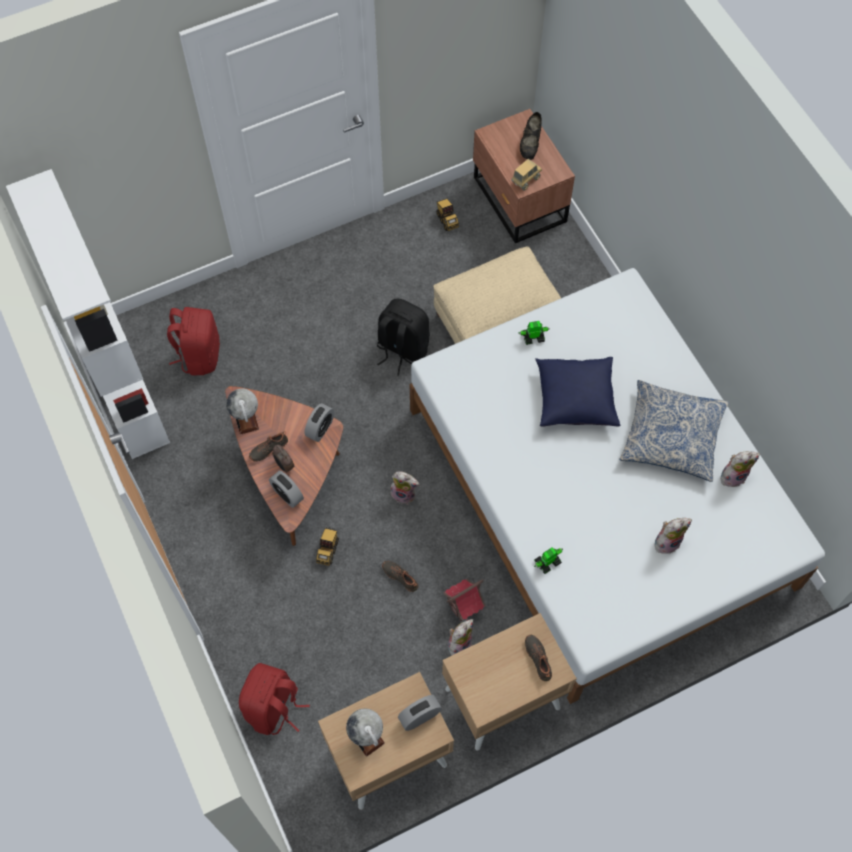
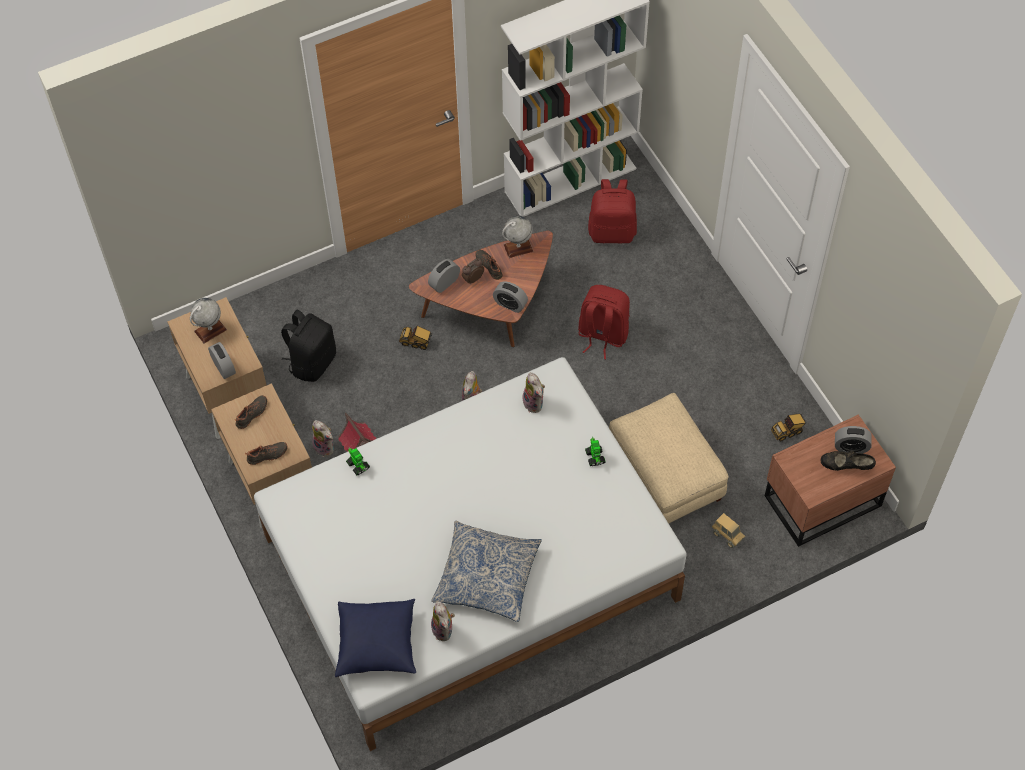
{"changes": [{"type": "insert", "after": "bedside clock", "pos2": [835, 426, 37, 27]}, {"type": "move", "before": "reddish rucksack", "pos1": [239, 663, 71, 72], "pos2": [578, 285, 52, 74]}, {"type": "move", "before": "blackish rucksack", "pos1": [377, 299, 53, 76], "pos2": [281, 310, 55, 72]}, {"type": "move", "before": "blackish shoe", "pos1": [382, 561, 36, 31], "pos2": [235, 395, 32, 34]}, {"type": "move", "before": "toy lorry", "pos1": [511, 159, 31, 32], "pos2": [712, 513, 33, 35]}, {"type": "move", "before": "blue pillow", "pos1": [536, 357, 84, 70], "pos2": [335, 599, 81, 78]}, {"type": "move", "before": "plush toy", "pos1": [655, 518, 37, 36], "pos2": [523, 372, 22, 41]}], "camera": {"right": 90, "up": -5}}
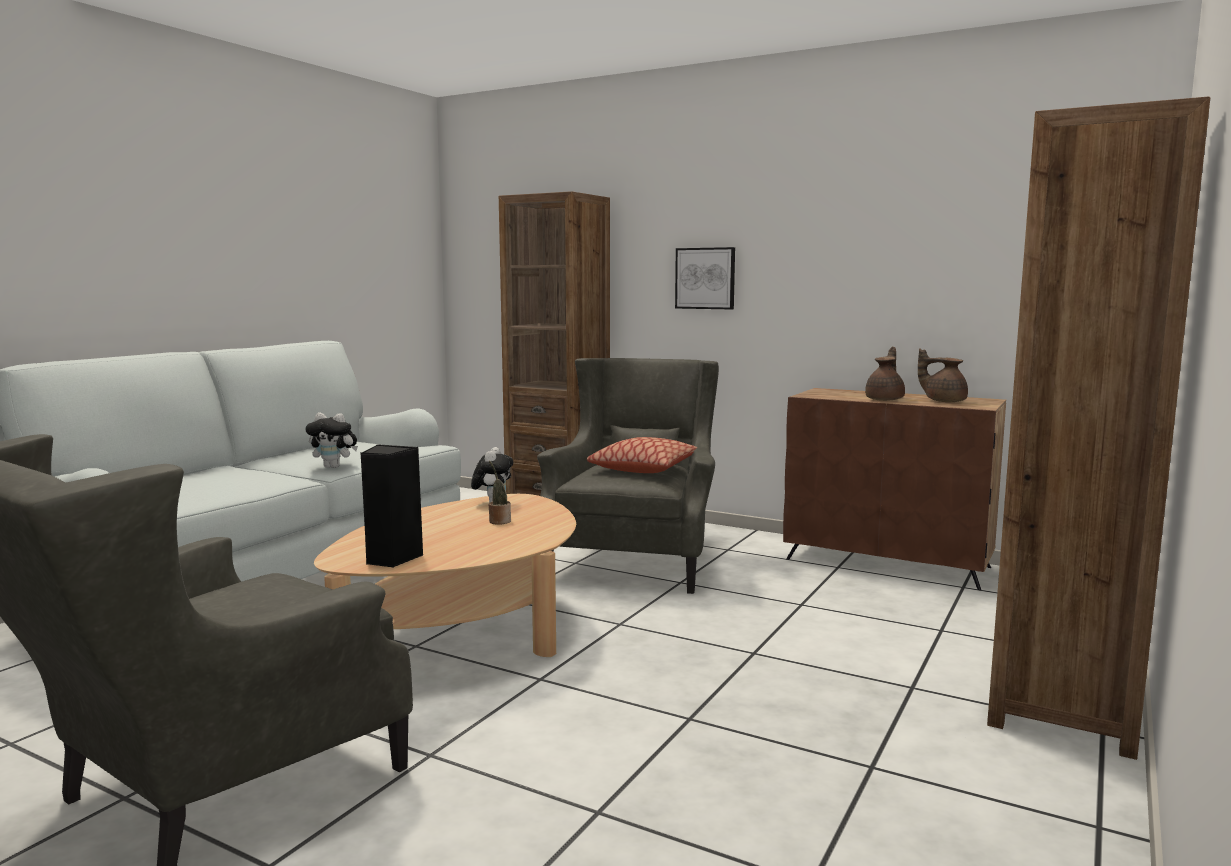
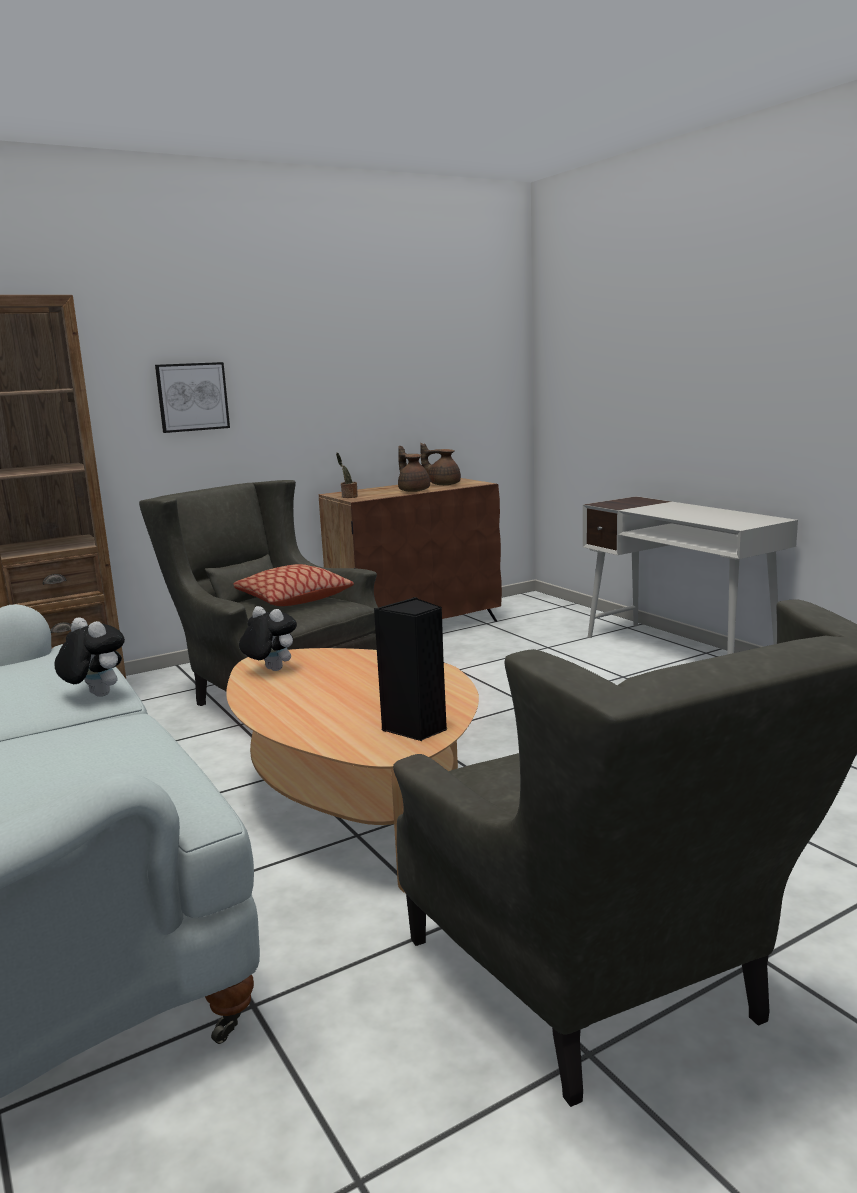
{"changes": [{"type": "move", "before": "plant in a pot", "pos1": [488, 461, 23, 64], "pos2": [336, 452, 22, 46]}, {"type": "replace", "before": "brown bookcase", "after": "white desk", "pos1": [987, 97, 223, 663], "pos2": [583, 496, 215, 159]}, {"type": "rotate", "before": "plush toy", "pos1": [306, 413, 52, 55], "pos2": [55, 617, 70, 80], "turn": -90}, {"type": "rotate", "before": "brown teapot", "pos1": [918, 348, 50, 54], "pos2": [420, 443, 41, 42], "turn": 45}], "camera": {"right": -60, "up": 5}}
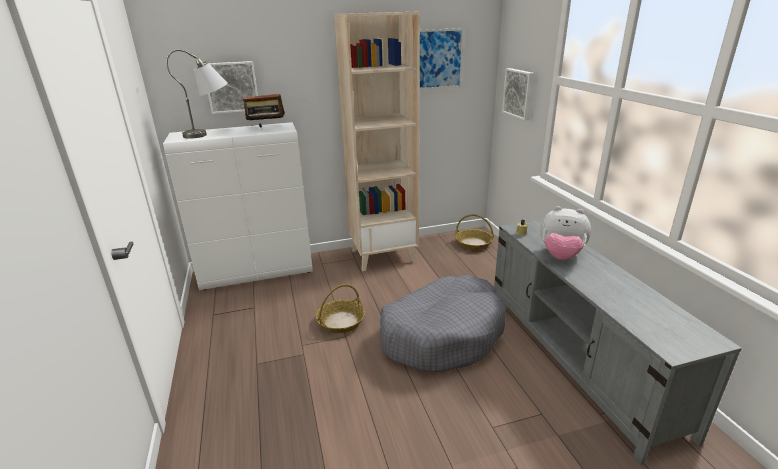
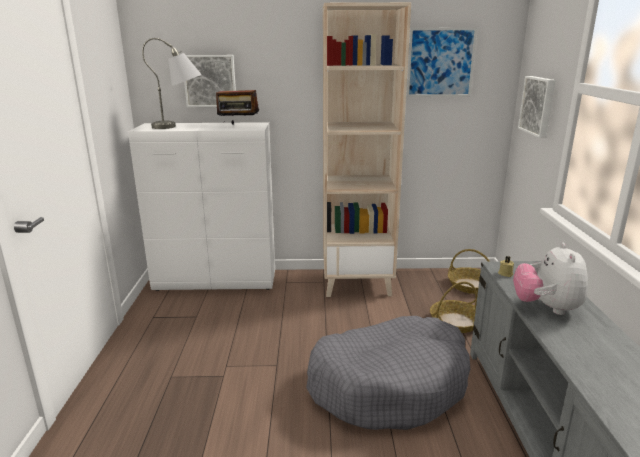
{"changes": [{"type": "move", "before": "household basket", "pos1": [315, 284, 50, 50], "pos2": [430, 282, 47, 51]}, {"type": "rotate", "before": "plush toy", "pos1": [540, 206, 51, 54], "pos2": [513, 243, 75, 72], "turn": 60}], "camera": {"right": 15, "up": -5}}
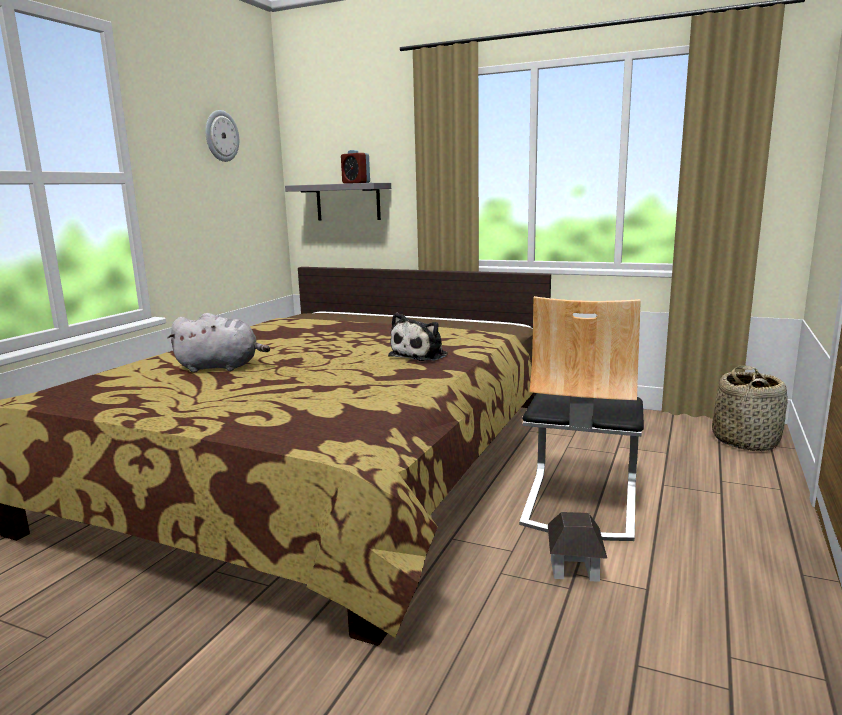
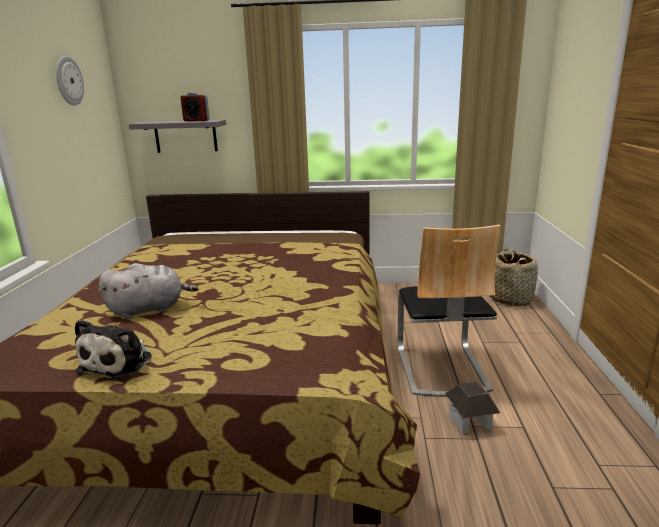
{"changes": [{"type": "move", "before": "plush toy", "pos1": [388, 313, 60, 48], "pos2": [75, 320, 77, 59]}], "camera": {"right": -20, "up": 5}}
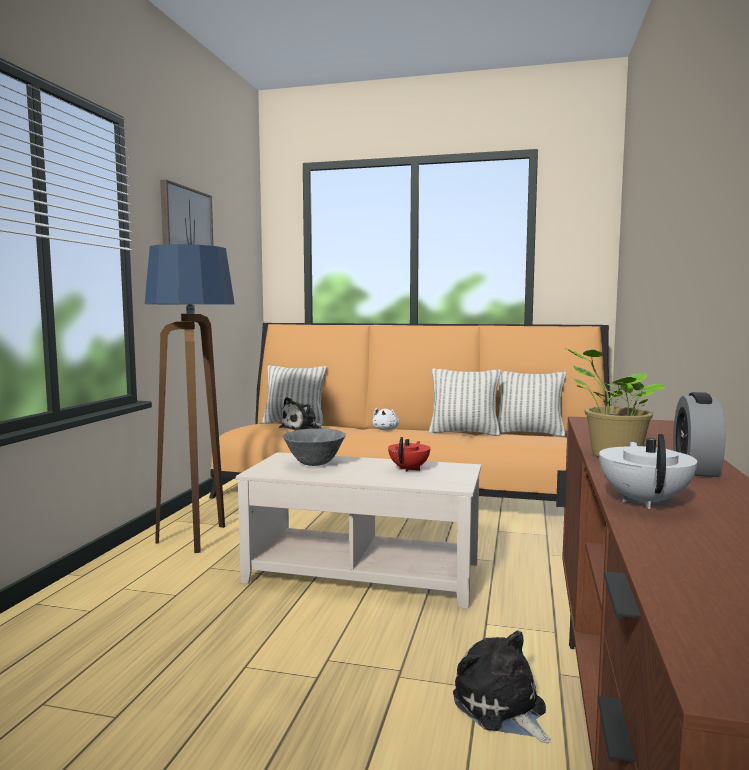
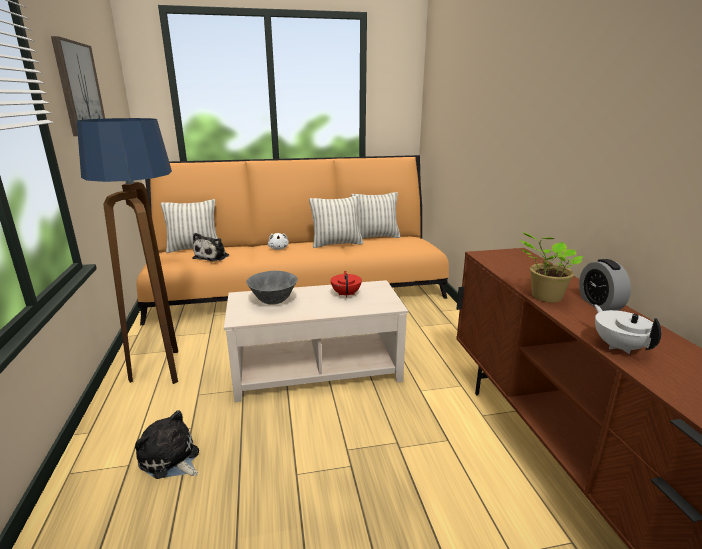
{"changes": [{"type": "move", "before": "plush toy", "pos1": [453, 631, 98, 112], "pos2": [135, 410, 64, 69]}], "camera": {"right": -25, "up": 15}}
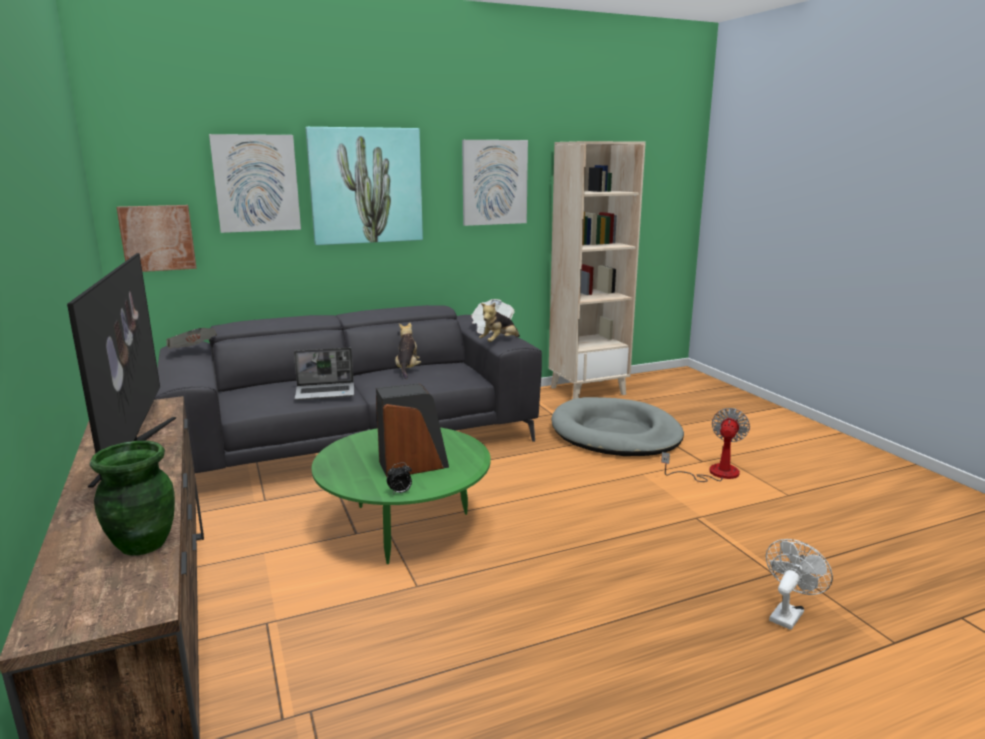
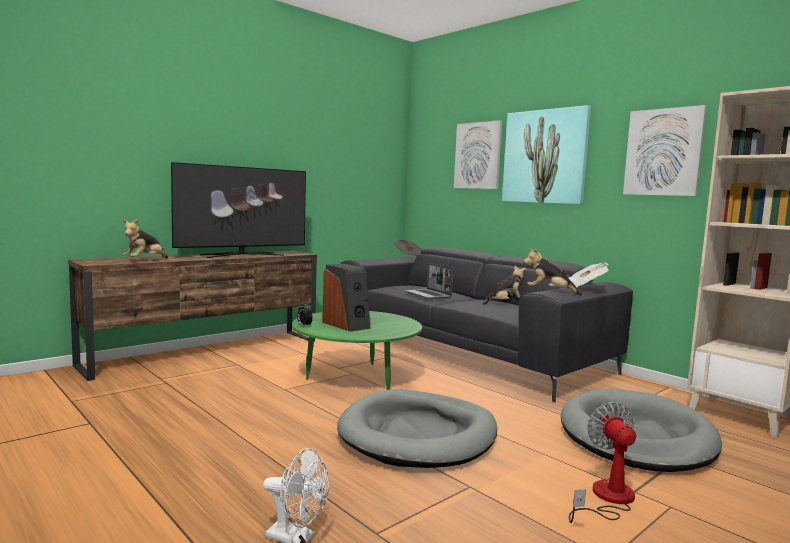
{"changes": [{"type": "delete", "before": "picture", "pos1": [116, 205, 81, 67]}, {"type": "insert", "after": "grey dog bed", "pos2": [337, 389, 160, 79]}, {"type": "replace", "before": "green vase", "after": "plush toy", "pos1": [90, 441, 85, 115], "pos2": [122, 219, 46, 39]}, {"type": "rotate", "before": "cooling fan", "pos1": [661, 408, 89, 74], "pos2": [569, 402, 67, 121], "turn": -105}], "camera": {"right": 70, "up": -10}}
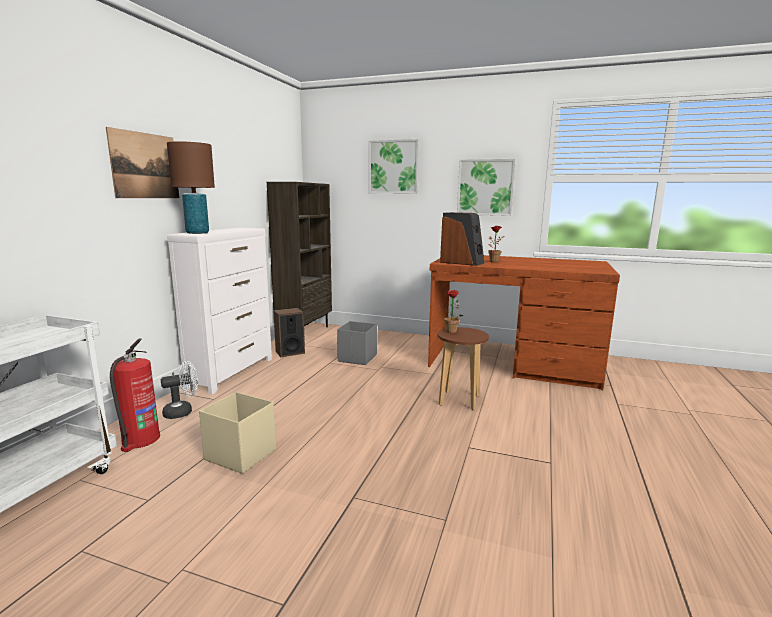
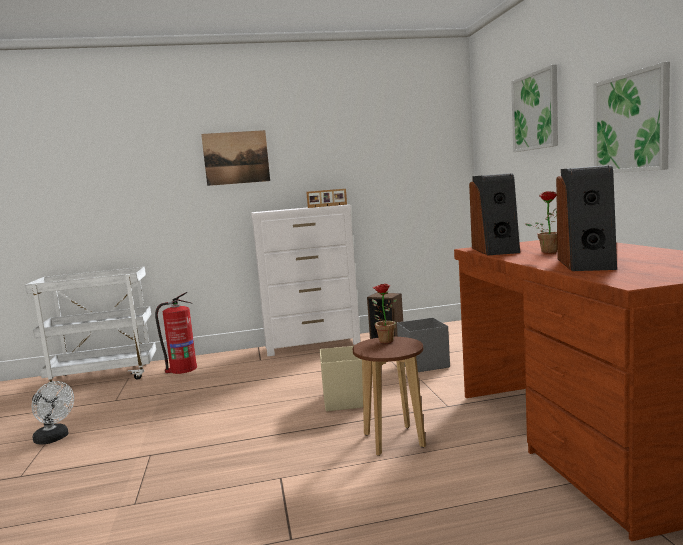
{"changes": [{"type": "delete", "before": "brown lamp for a table", "pos1": [167, 141, 48, 93]}, {"type": "delete", "before": "brown bookcase", "pos1": [267, 182, 65, 145]}, {"type": "insert", "after": "picture frame", "pos2": [306, 189, 41, 19]}, {"type": "insert", "after": "loudspeaker", "pos2": [556, 165, 61, 106]}, {"type": "move", "before": "white cooling fan", "pos1": [161, 361, 37, 58], "pos2": [32, 381, 42, 64]}, {"type": "move", "before": "beige-coloured storage bin", "pos1": [199, 392, 77, 82], "pos2": [319, 346, 44, 65]}], "camera": {"right": 60, "up": -5}}
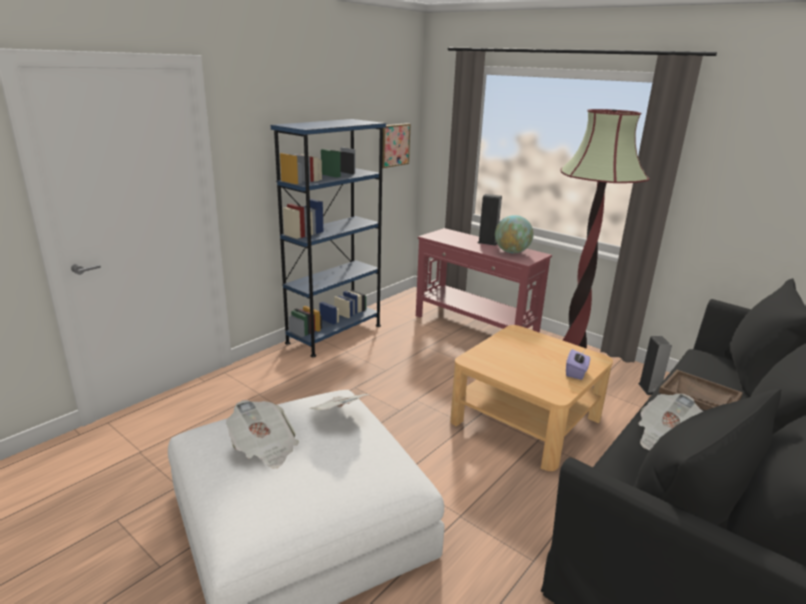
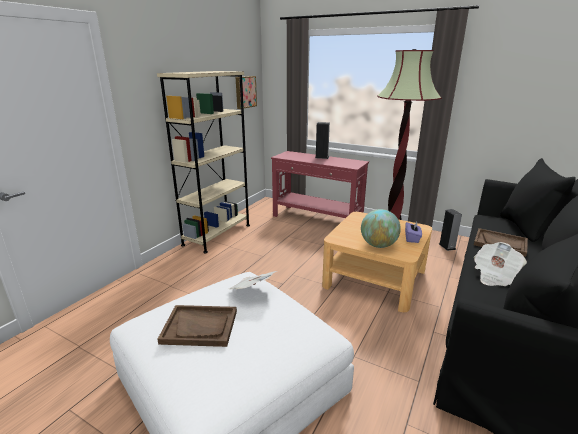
{"changes": [{"type": "move", "before": "globe", "pos1": [495, 215, 39, 38], "pos2": [361, 209, 40, 39]}, {"type": "replace", "before": "daily paper", "after": "brown serving tray", "pos1": [226, 400, 73, 69], "pos2": [157, 305, 80, 42]}, {"type": "recolor", "before": "blue bookcase", "after": "beige-coloured bookcase", "pos1": [271, 119, 115, 238], "pos2": [157, 71, 93, 182]}], "camera": {"right": -10, "up": 0}}
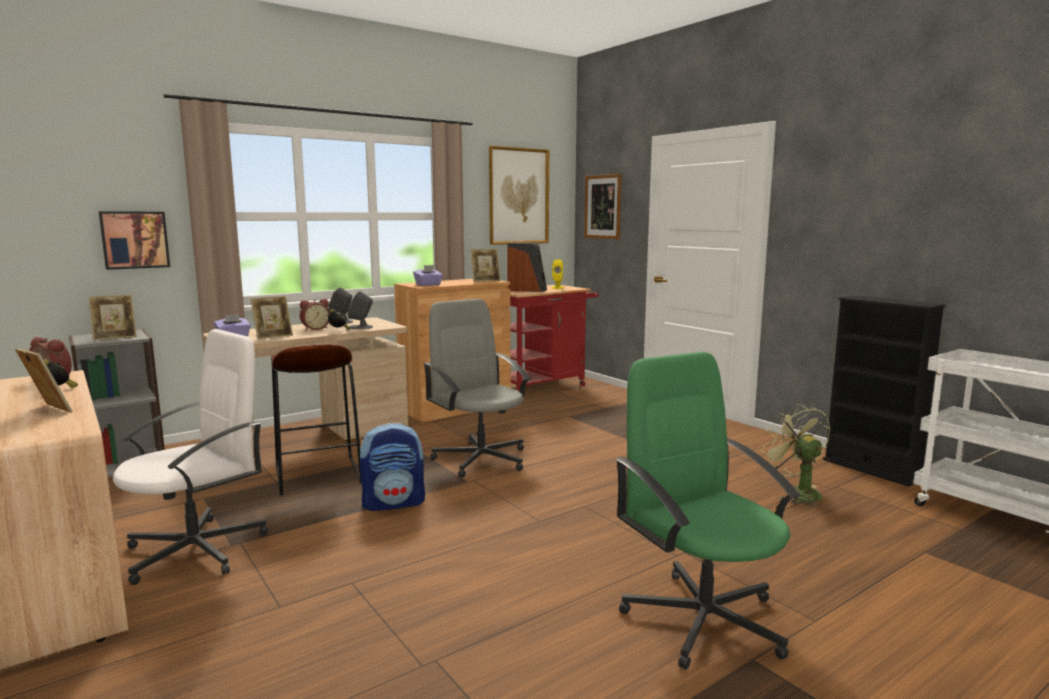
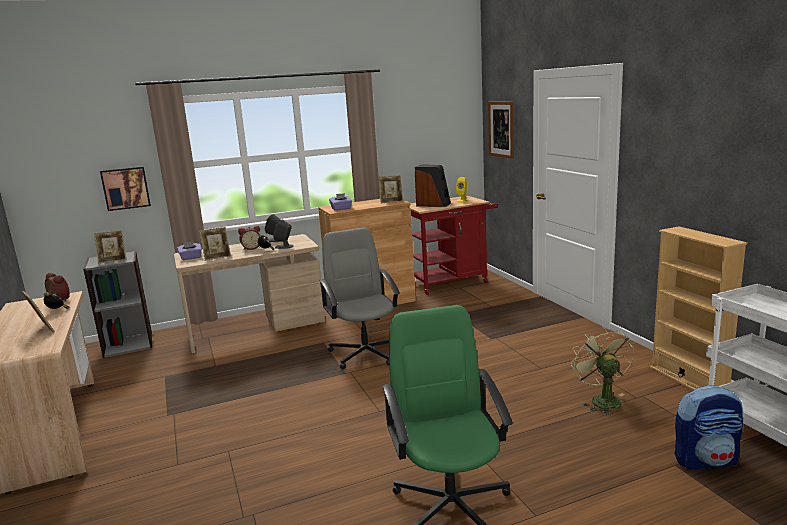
{"changes": [{"type": "delete", "before": "white office chair", "pos1": [113, 329, 155, 256]}, {"type": "delete", "before": "brown stool seat", "pos1": [271, 344, 91, 151]}, {"type": "delete", "before": "picture", "pos1": [489, 146, 60, 99]}, {"type": "move", "before": "rucksack", "pos1": [360, 423, 65, 88], "pos2": [675, 385, 68, 84]}, {"type": "recolor", "before": "blackish bookcase", "after": "beige-coloured bookcase", "pos1": [823, 295, 123, 192], "pos2": [650, 226, 97, 165]}], "camera": {"right": 15, "up": 5}}
